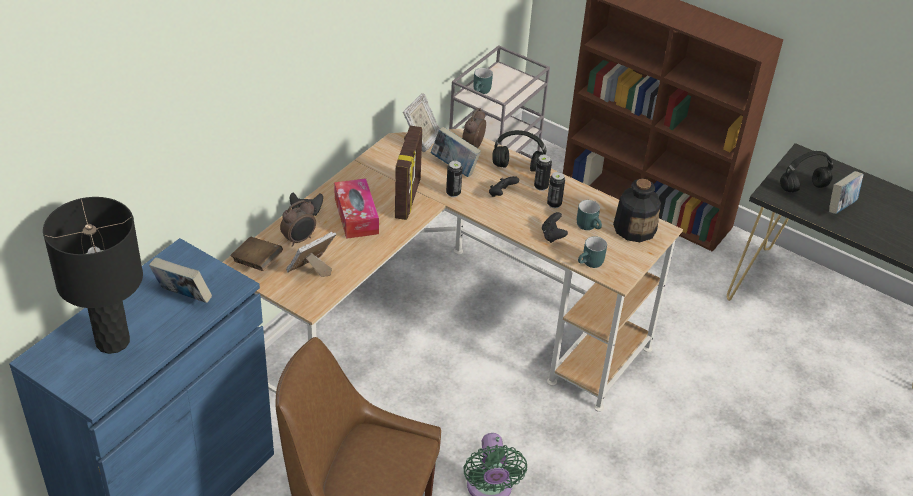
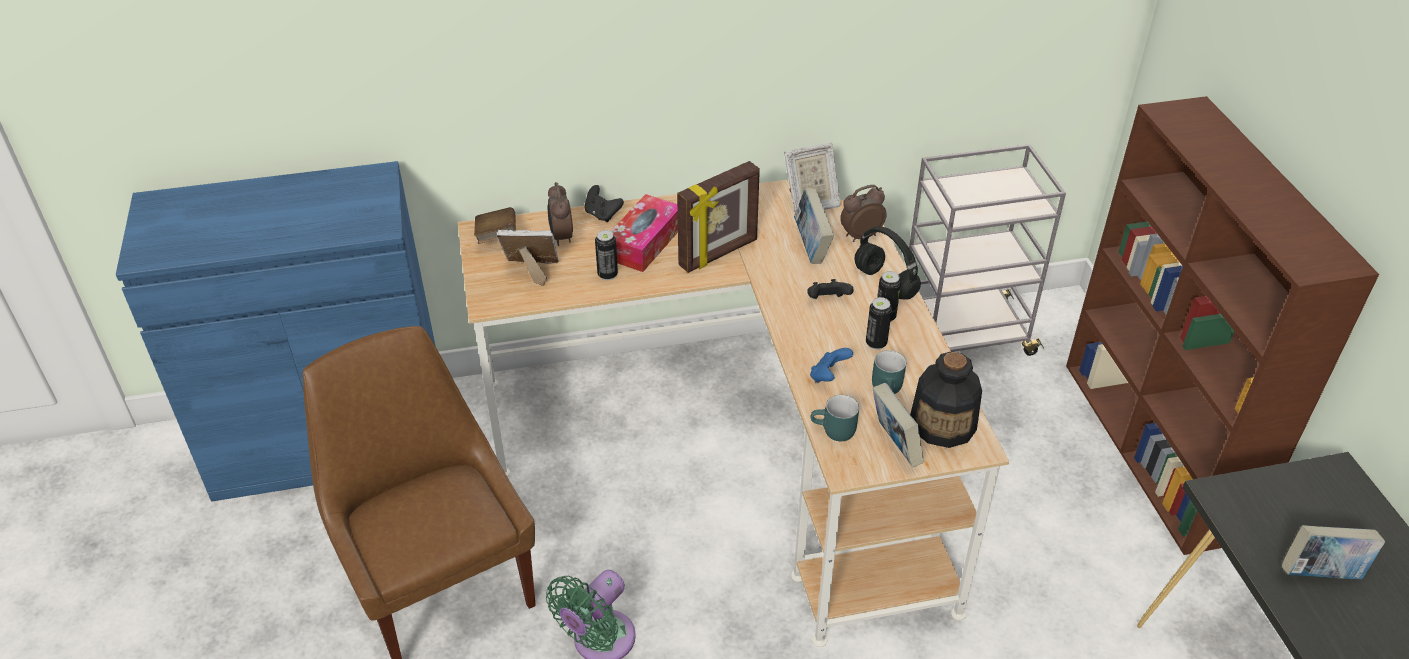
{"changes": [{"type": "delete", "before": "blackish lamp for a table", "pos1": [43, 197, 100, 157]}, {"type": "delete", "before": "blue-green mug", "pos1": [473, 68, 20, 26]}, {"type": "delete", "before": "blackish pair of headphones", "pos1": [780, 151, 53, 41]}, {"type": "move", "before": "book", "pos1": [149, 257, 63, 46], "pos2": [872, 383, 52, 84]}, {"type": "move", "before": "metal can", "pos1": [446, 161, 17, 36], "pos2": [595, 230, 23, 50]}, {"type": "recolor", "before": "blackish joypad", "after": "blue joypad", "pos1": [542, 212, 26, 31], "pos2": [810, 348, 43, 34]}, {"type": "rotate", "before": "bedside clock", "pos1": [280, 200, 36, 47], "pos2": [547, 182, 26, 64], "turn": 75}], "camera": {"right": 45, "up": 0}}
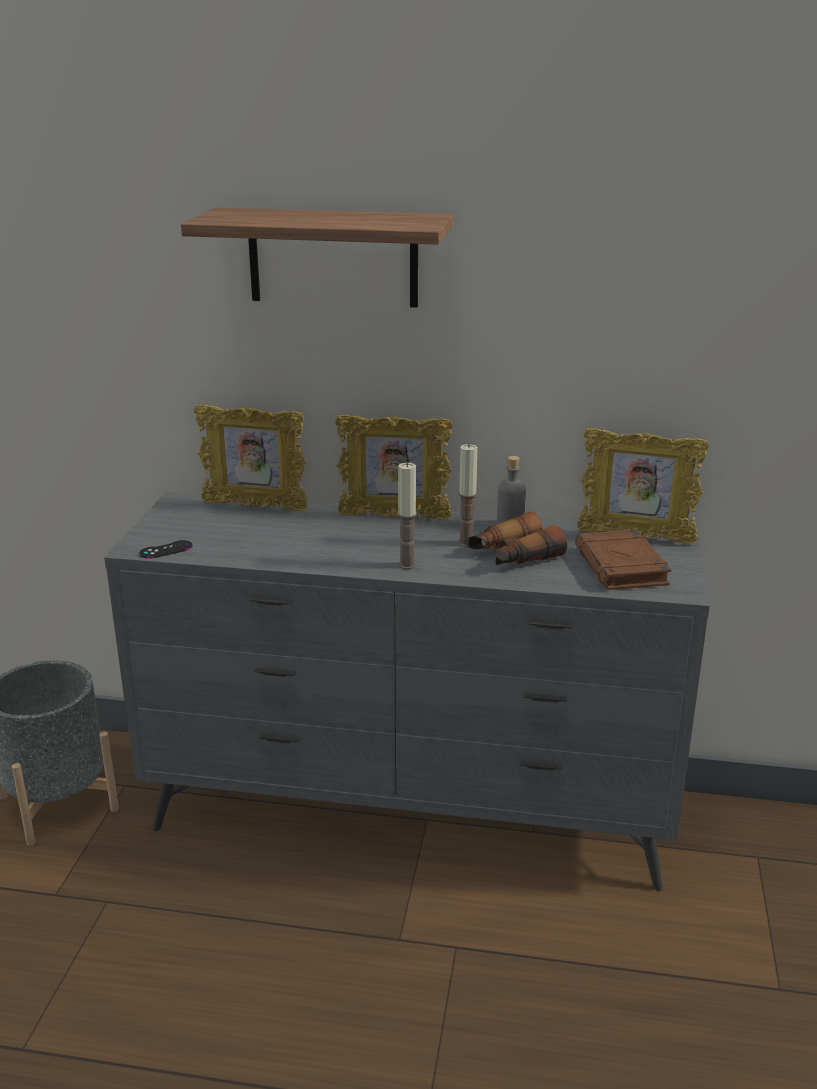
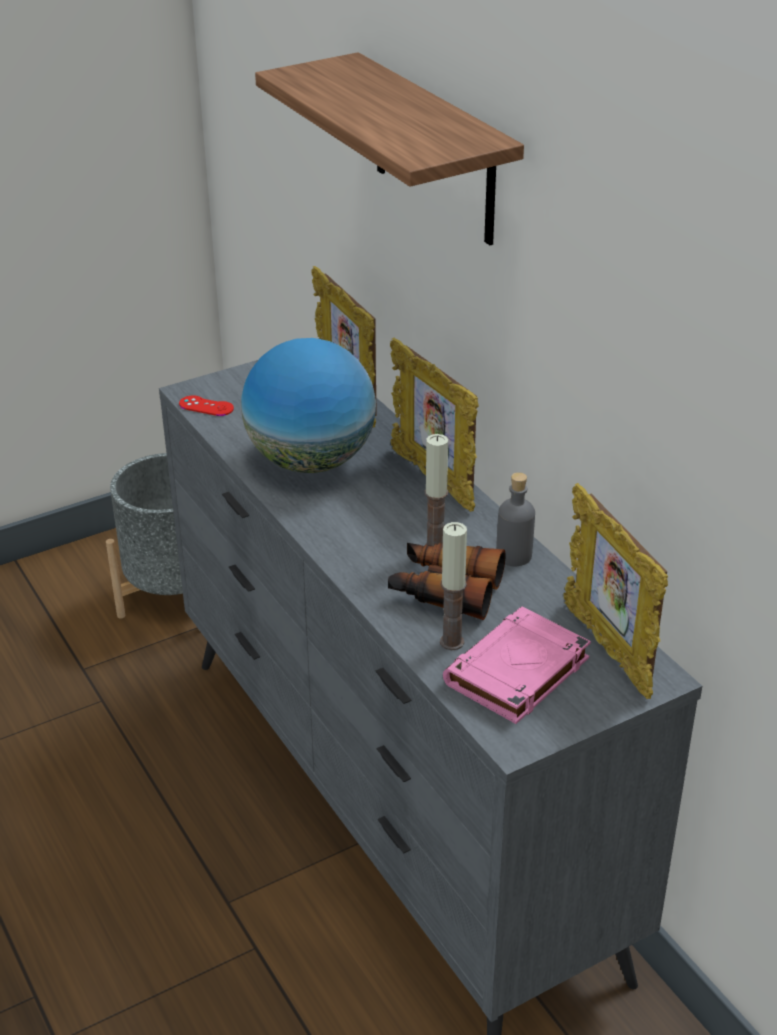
{"changes": [{"type": "insert", "after": "globe", "pos2": [241, 338, 135, 135]}, {"type": "move", "before": "candle", "pos1": [397, 463, 20, 106], "pos2": [440, 522, 27, 128]}, {"type": "recolor", "before": "blackish joypad", "after": "reddish joypad", "pos1": [139, 540, 53, 19], "pos2": [179, 395, 55, 21]}, {"type": "recolor", "before": "brown book", "after": "pinkish book", "pos1": [575, 530, 96, 60], "pos2": [443, 607, 148, 117]}], "camera": {"right": 50, "up": 10}}
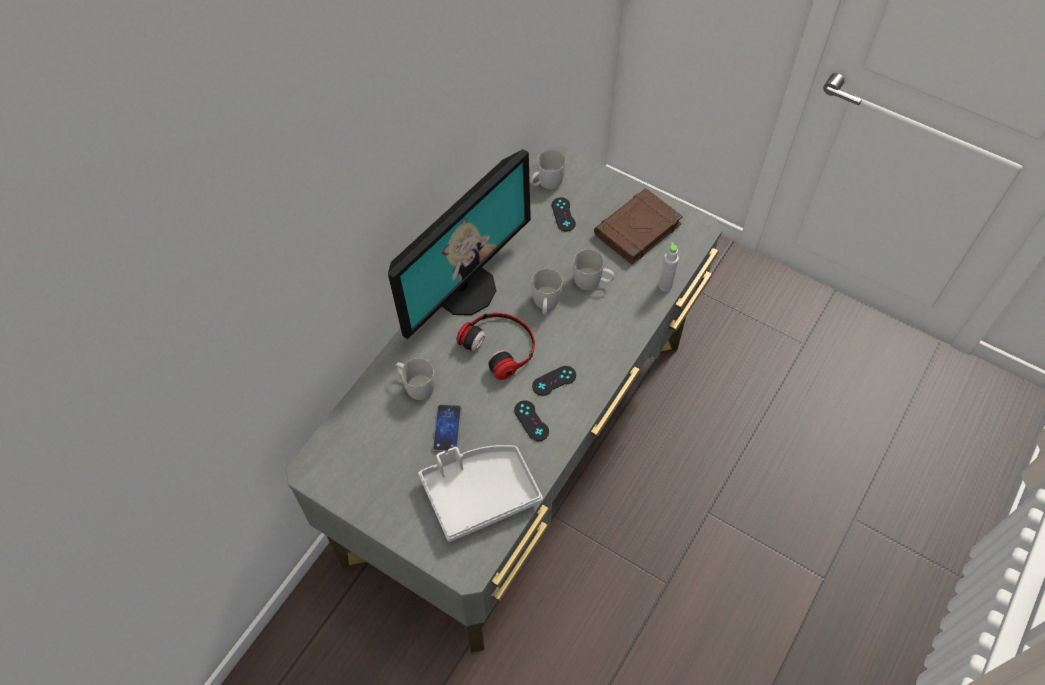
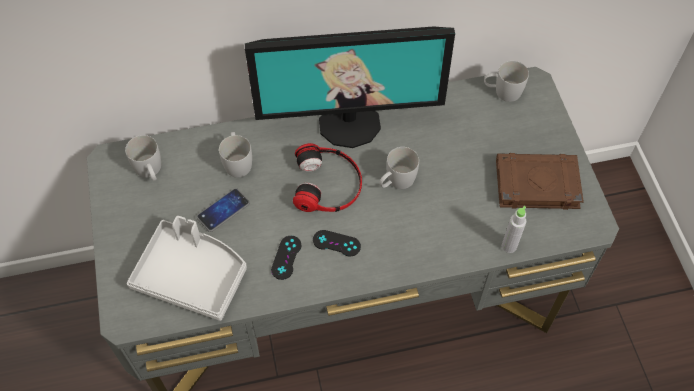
{"changes": [{"type": "delete", "before": "blackish joypad", "pos1": [552, 197, 24, 35]}, {"type": "move", "before": "white mug", "pos1": [573, 249, 42, 41], "pos2": [125, 135, 36, 46]}], "camera": {"right": 45, "up": 0}}
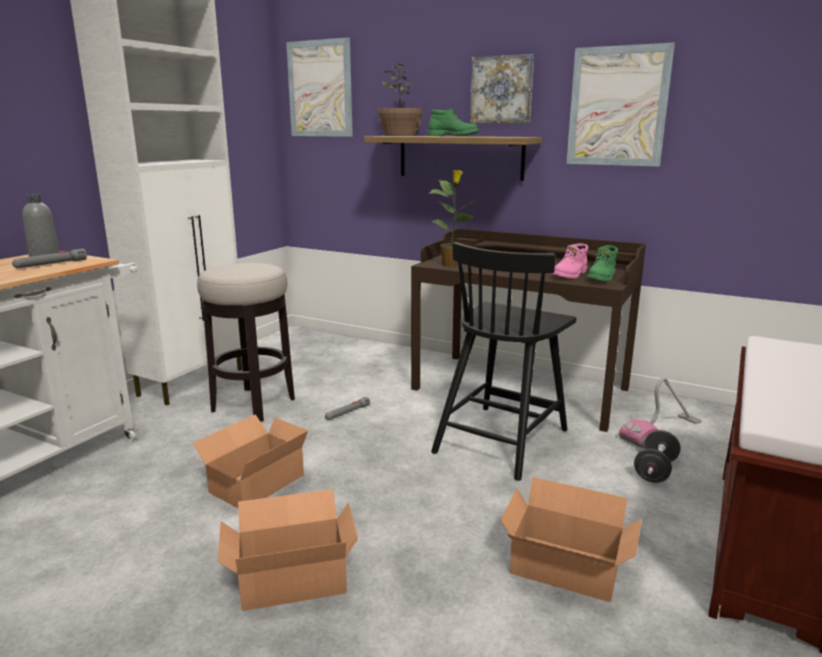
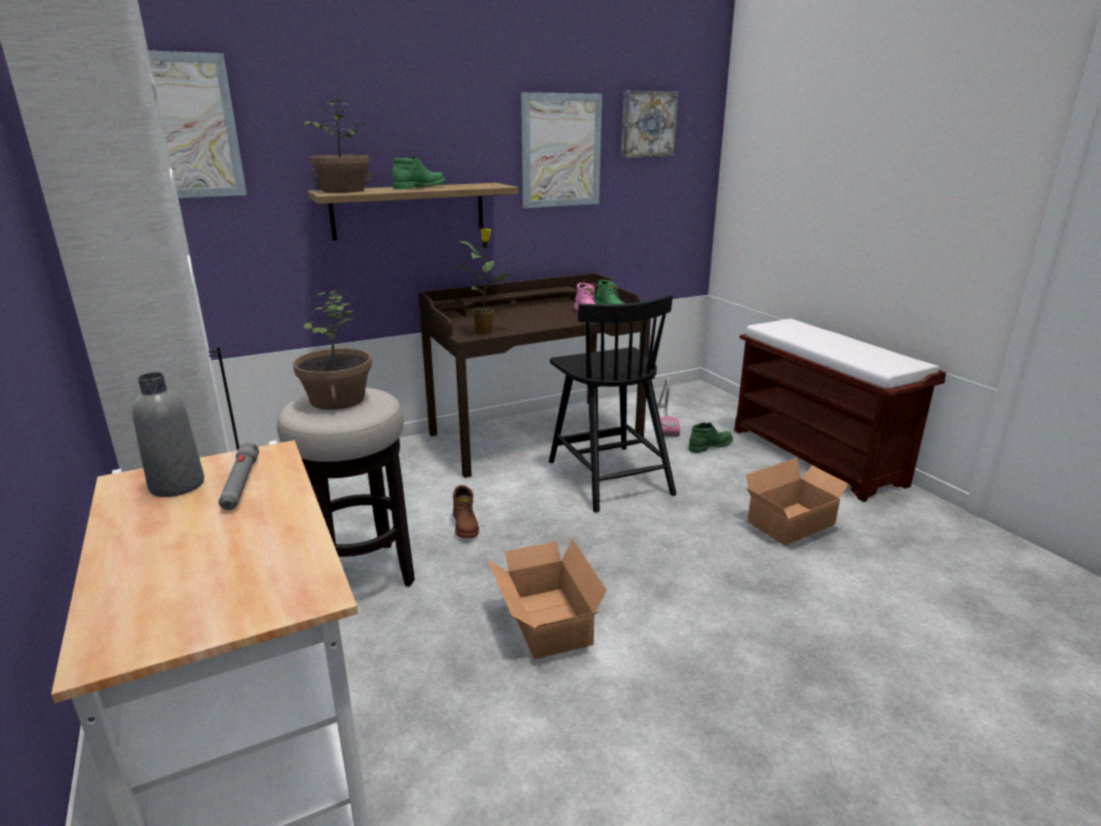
{"changes": [{"type": "delete", "before": "packing box", "pos1": [218, 489, 140, 122]}, {"type": "insert", "after": "plant in a pot", "pos2": [293, 290, 79, 120]}, {"type": "move", "before": "picture", "pos1": [470, 54, 64, 69], "pos2": [621, 91, 58, 67]}, {"type": "replace", "before": "grey torch", "after": "brown tall boot", "pos1": [325, 397, 45, 23], "pos2": [453, 485, 26, 53]}, {"type": "replace", "before": "blackish free weight", "after": "green tall boot", "pos1": [634, 430, 47, 53], "pos2": [689, 422, 44, 31]}], "camera": {"right": -55, "up": 5}}
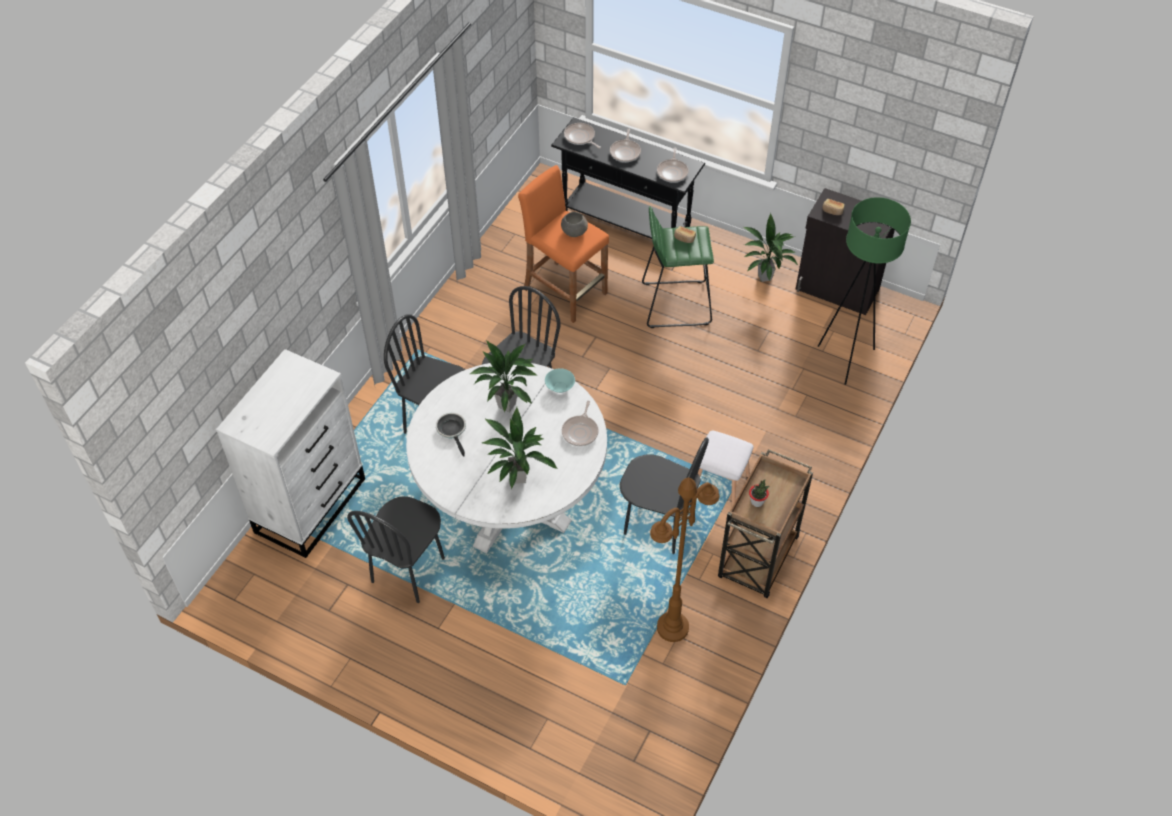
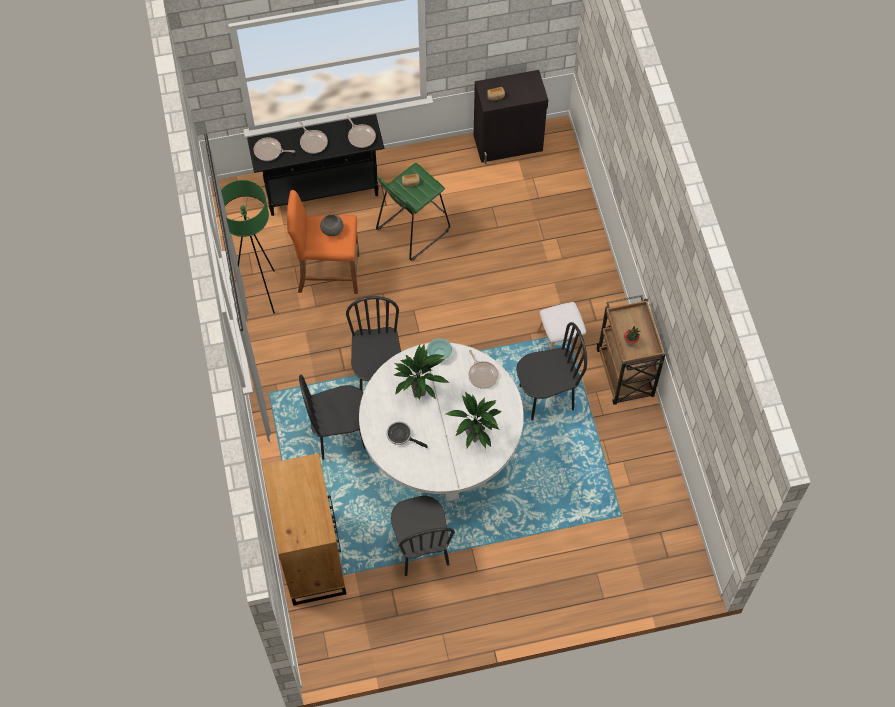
{"changes": [{"type": "delete", "before": "brown standard lamp", "pos1": [650, 477, 69, 165]}, {"type": "delete", "before": "plant in a pot", "pos1": [743, 213, 55, 69]}, {"type": "move", "before": "green standard lamp", "pos1": [818, 197, 93, 188], "pos2": [217, 180, 58, 133]}, {"type": "recolor", "before": "white dresser", "after": "brown dresser", "pos1": [216, 349, 149, 209], "pos2": [262, 453, 84, 153]}], "camera": {"right": -40, "up": 10}}
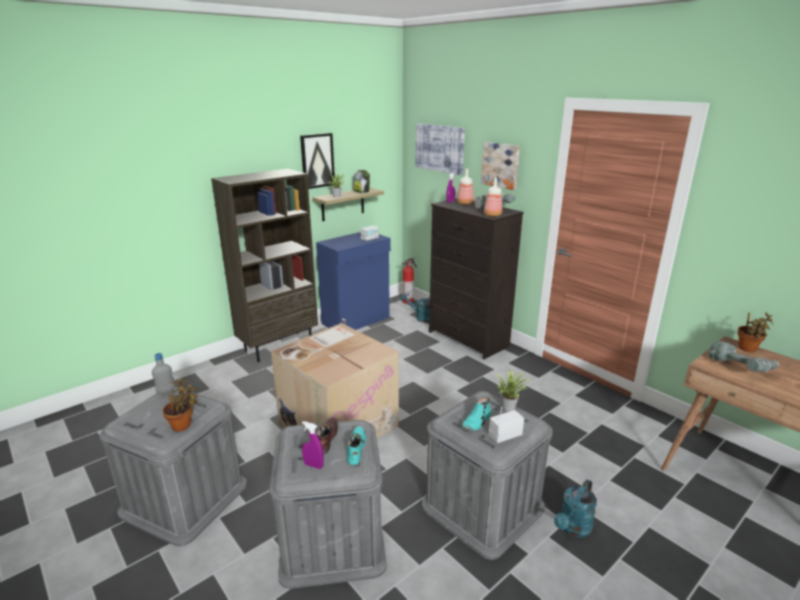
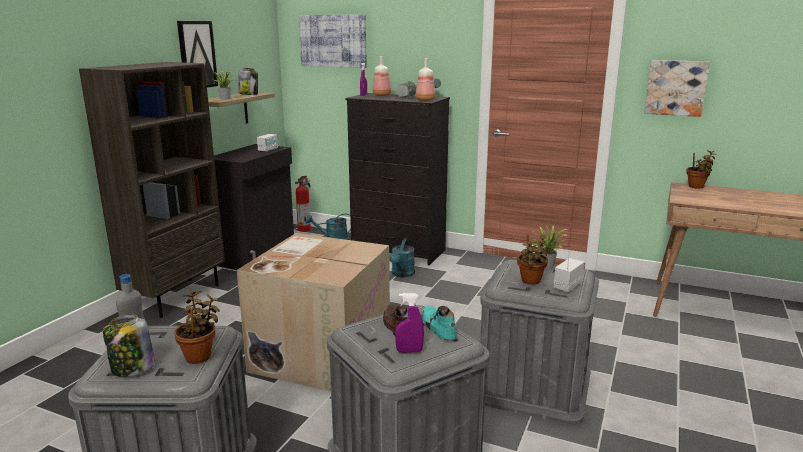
{"changes": [{"type": "delete", "before": "drill", "pos1": [708, 342, 72, 30]}, {"type": "insert", "after": "preserve jar", "pos2": [103, 314, 52, 63]}, {"type": "move", "before": "picture", "pos1": [481, 142, 39, 48], "pos2": [644, 60, 66, 57]}, {"type": "move", "before": "blue-green watering can", "pos1": [554, 479, 43, 59], "pos2": [389, 238, 26, 39]}, {"type": "replace", "before": "blue-green shoe", "after": "plant in a pot", "pos1": [461, 397, 31, 33], "pos2": [517, 234, 32, 51]}, {"type": "recolor", "before": "blue storage cabinet", "after": "blackish storage cabinet", "pos1": [316, 232, 75, 98], "pos2": [214, 144, 80, 126]}], "camera": {"right": -25, "up": -5}}
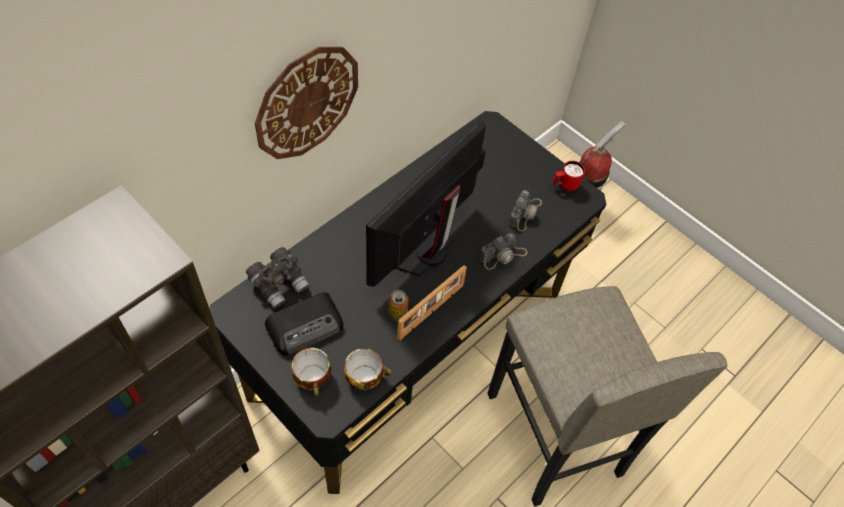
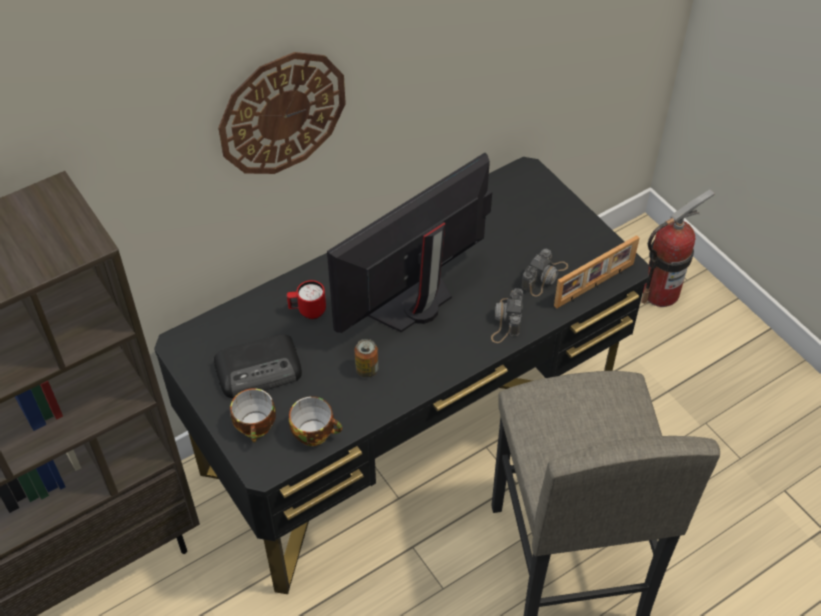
{"changes": [{"type": "delete", "before": "grey binoculars", "pos1": [246, 247, 63, 62]}, {"type": "move", "before": "picture frame", "pos1": [397, 265, 70, 75], "pos2": [554, 235, 85, 74]}, {"type": "move", "before": "reddish mug", "pos1": [553, 161, 32, 30], "pos2": [287, 280, 39, 39]}, {"type": "rotate", "before": "still camera", "pos1": [480, 233, 48, 37], "pos2": [491, 288, 32, 55], "turn": 120}], "camera": {"right": 15, "up": -5}}
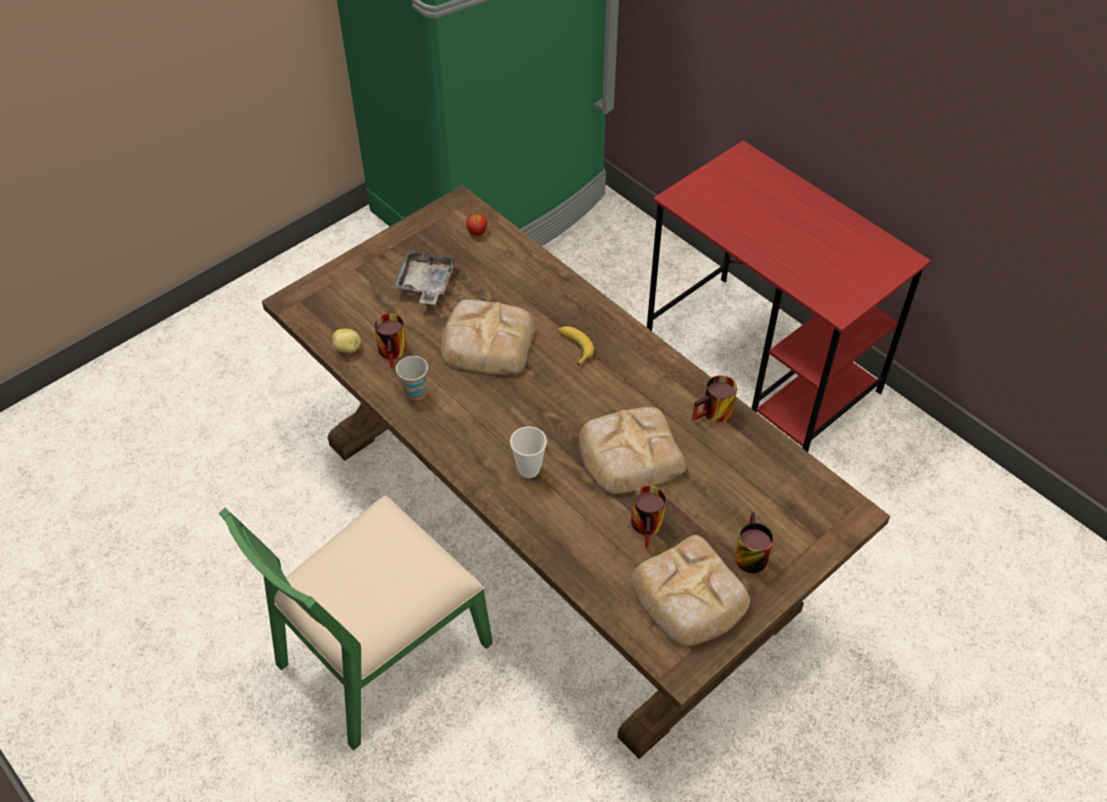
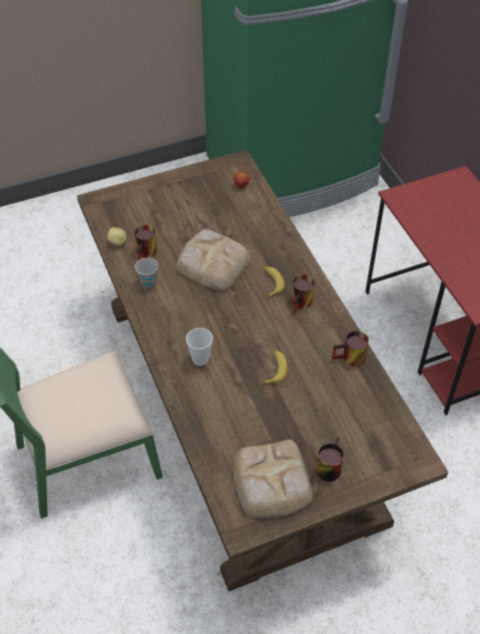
{"changes": [{"type": "delete", "before": "grey serving tray", "pos1": [393, 251, 62, 54]}, {"type": "move", "before": "mug", "pos1": [631, 486, 35, 62], "pos2": [291, 275, 24, 40]}, {"type": "replace", "before": "bakery bread", "after": "banana fruit", "pos1": [579, 407, 107, 87], "pos2": [263, 350, 25, 34]}], "camera": {"right": 20, "up": 0}}
